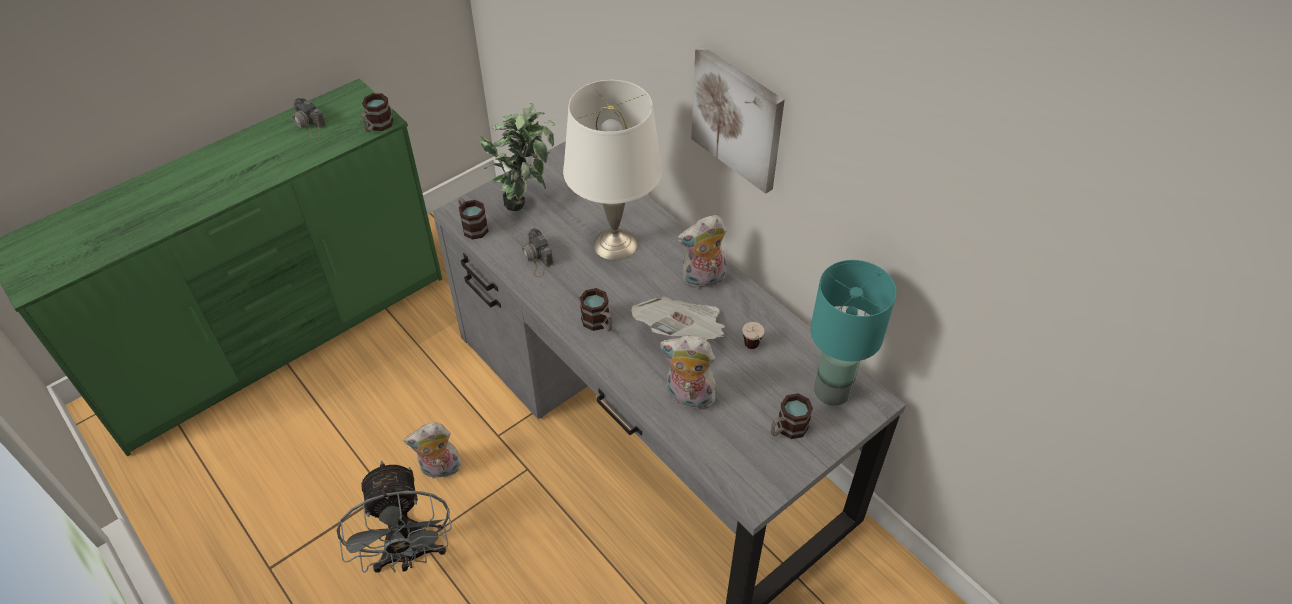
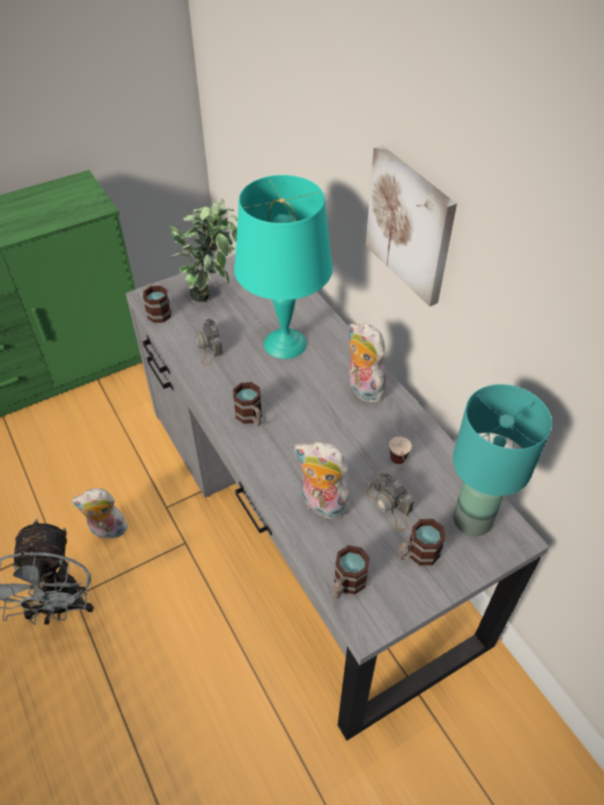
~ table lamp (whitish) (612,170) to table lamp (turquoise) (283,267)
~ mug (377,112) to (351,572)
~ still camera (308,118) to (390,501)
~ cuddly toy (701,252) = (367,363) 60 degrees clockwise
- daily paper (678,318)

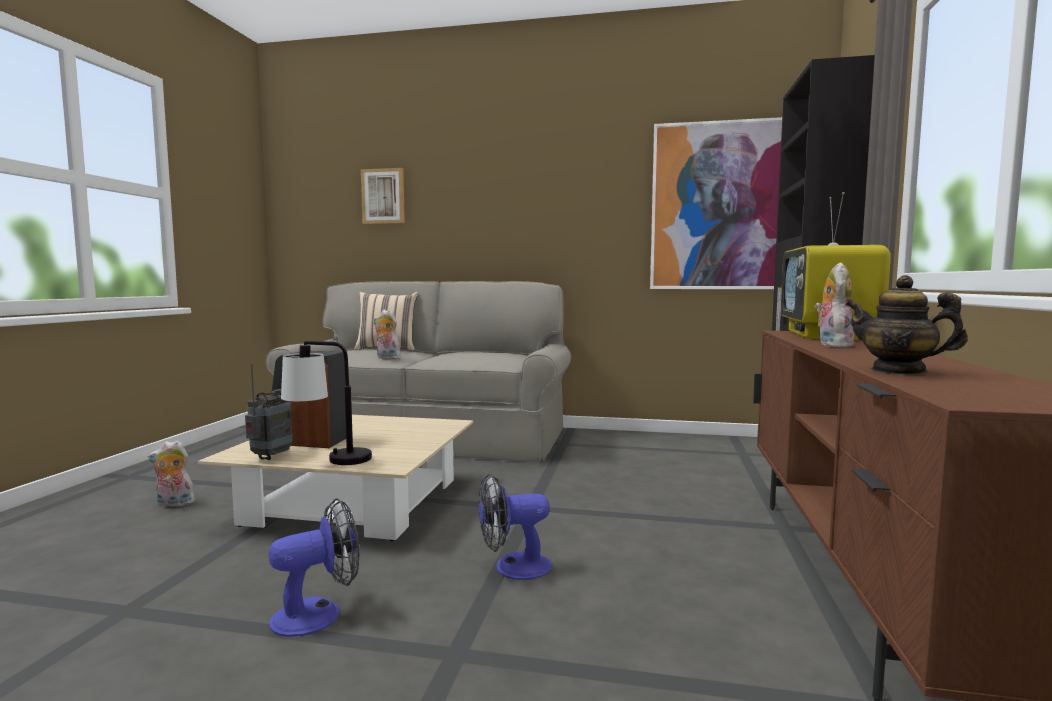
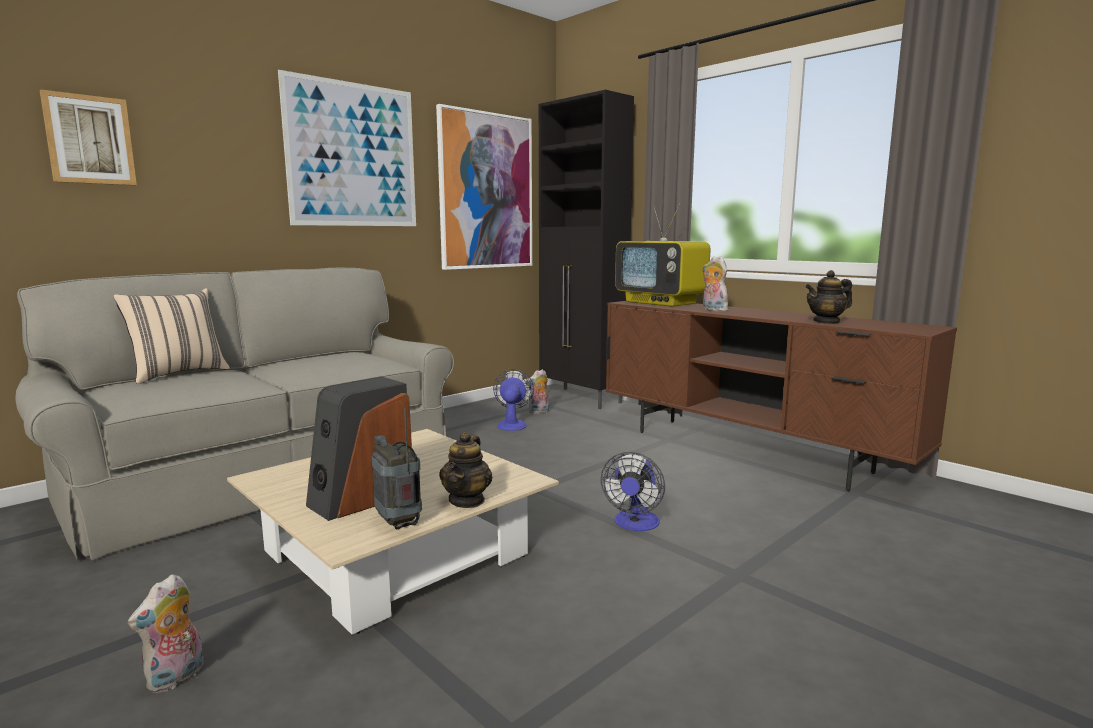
~ cuddly toy (387,334) to (537,391)
~ table lamp (326,403) to pot for tea (466,470)
~ fan (314,567) to (513,400)
+ wall picture (347,148)

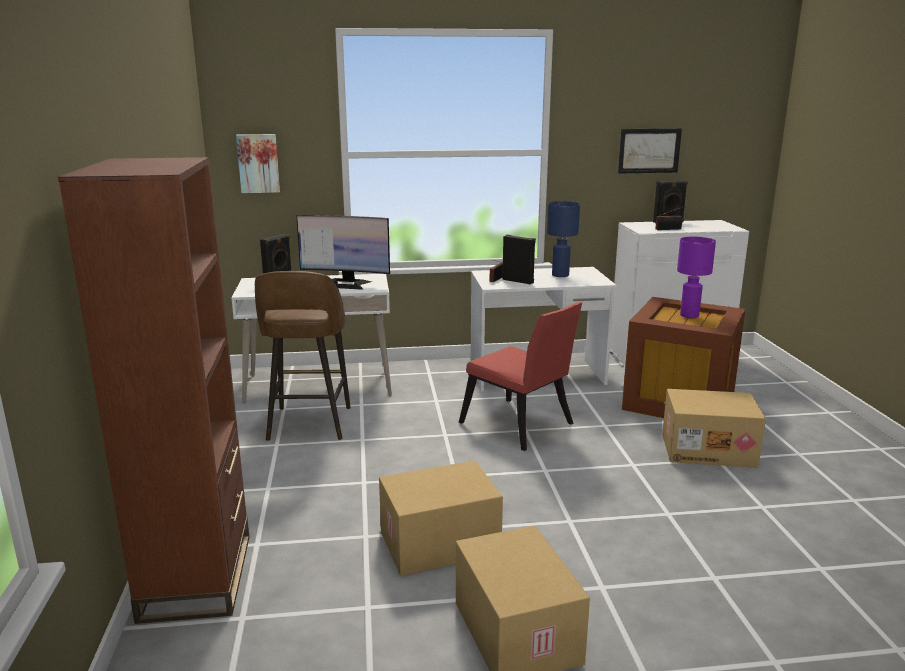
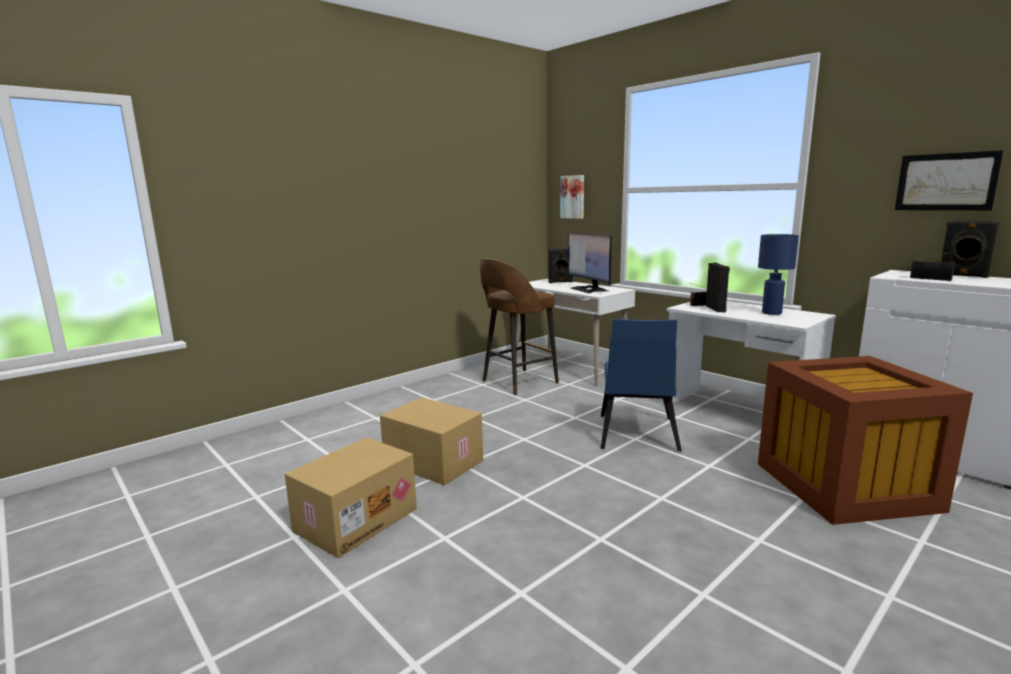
- bookcase (brownish) (153,390)
- table lamp (purple-coloured) (696,277)
~ plain chair (red) (520,376) to plain chair (blue) (641,385)
- packing box (714,428)

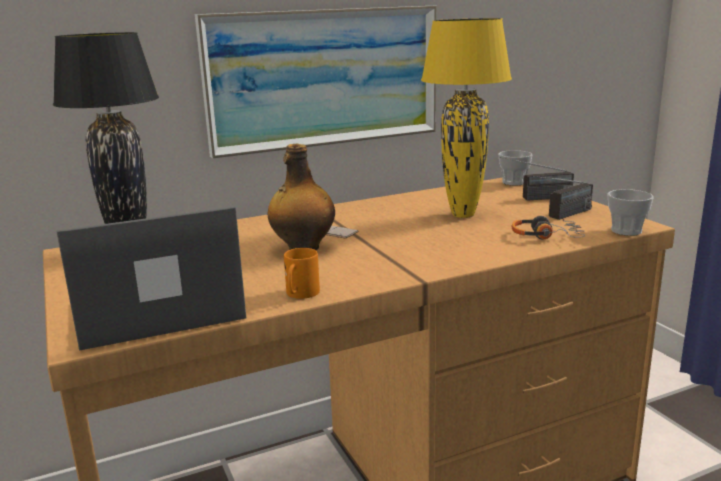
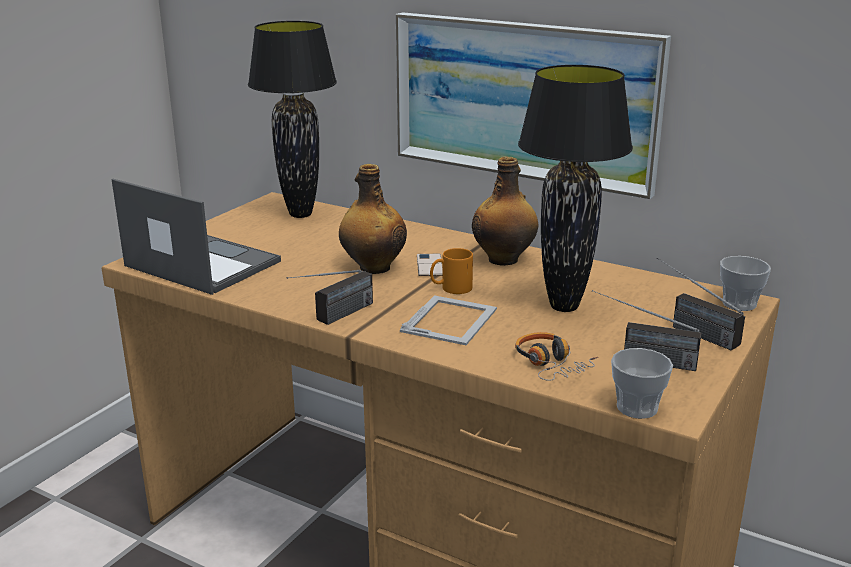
~ table lamp (yellowish) (466,118) to table lamp (black-coloured) (575,188)
~ mug (orangey) (302,273) to (451,271)
+ drink bottle (505,211)
+ radio set (330,297)
+ standing frame (448,320)

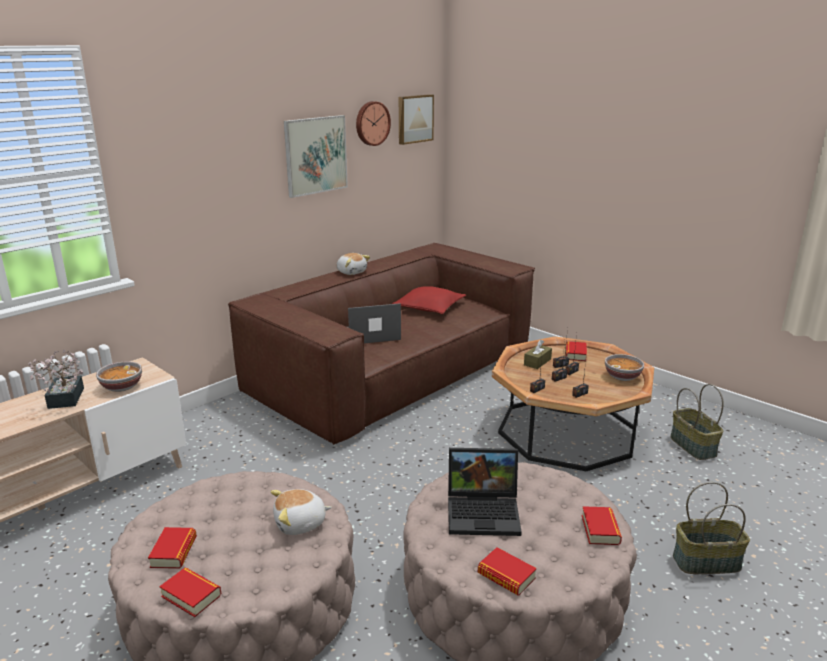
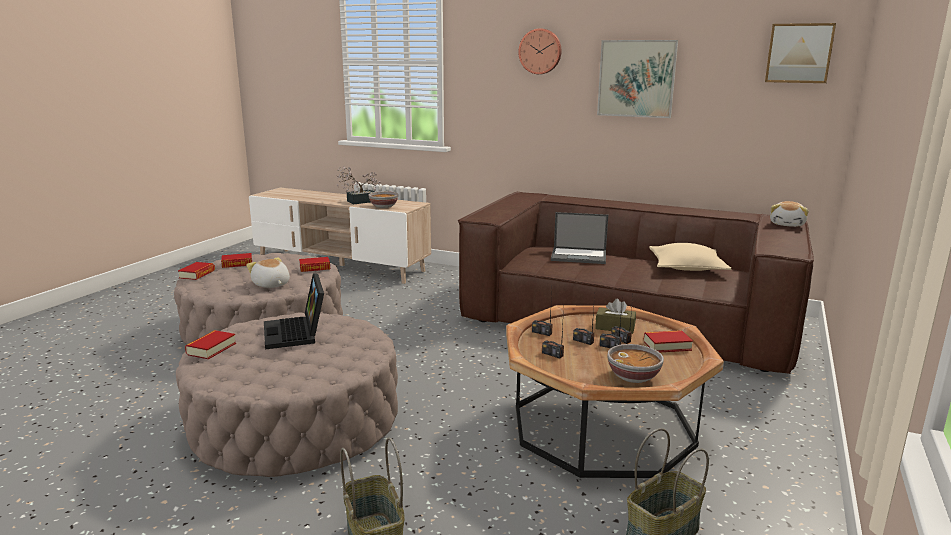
~ clock on the wall (373,123) to (540,51)
~ cuddly toy (353,264) to (789,214)
~ cushion (red) (429,300) to cushion (beige-coloured) (690,257)
~ laptop (374,323) = (579,238) 135 degrees clockwise
~ volume (602,525) to (314,264)

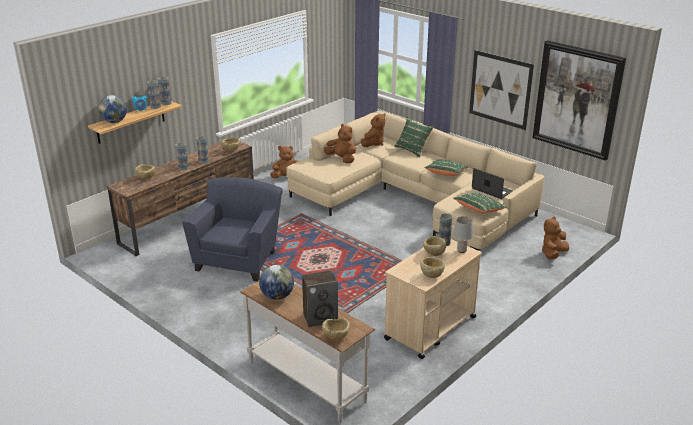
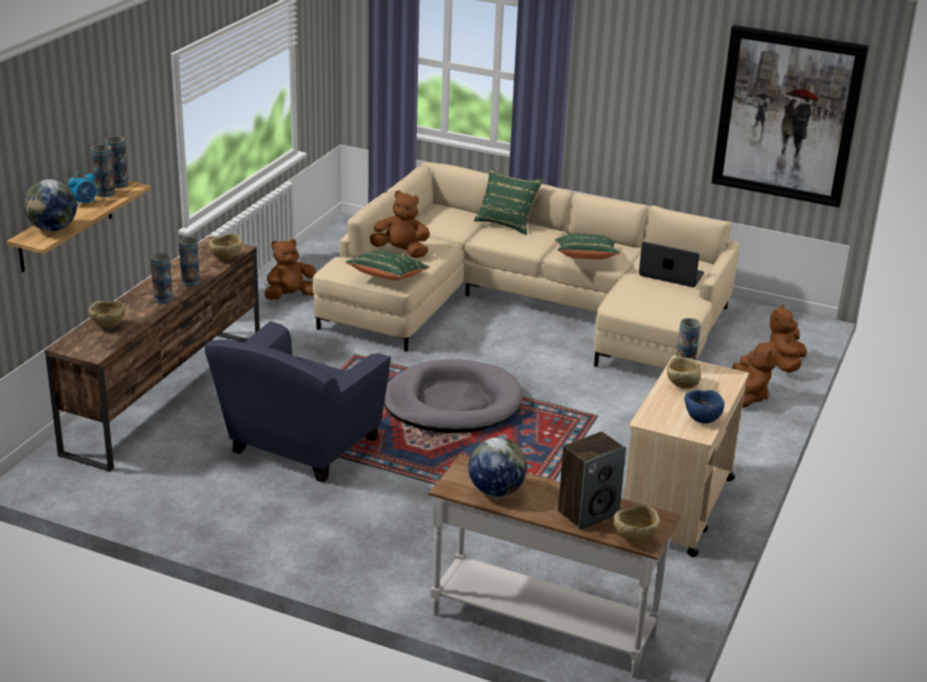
- wall picture (501,90)
~ cuddly toy (brownish) (373,130) to (755,374)
~ armchair (blue) (232,229) = (298,402) 150 degrees counterclockwise
~ cushion (greenish) (480,203) to (388,265)
- table lamp (gray) (463,234)
~ bowl (beige-coloured) (432,267) to bowl (blue) (704,407)
+ dog bed (gray) (453,396)

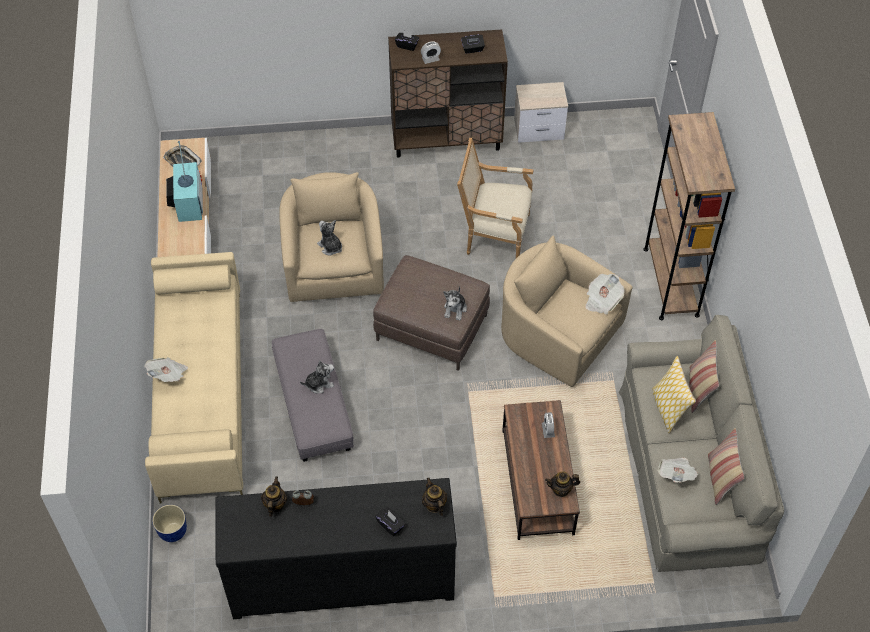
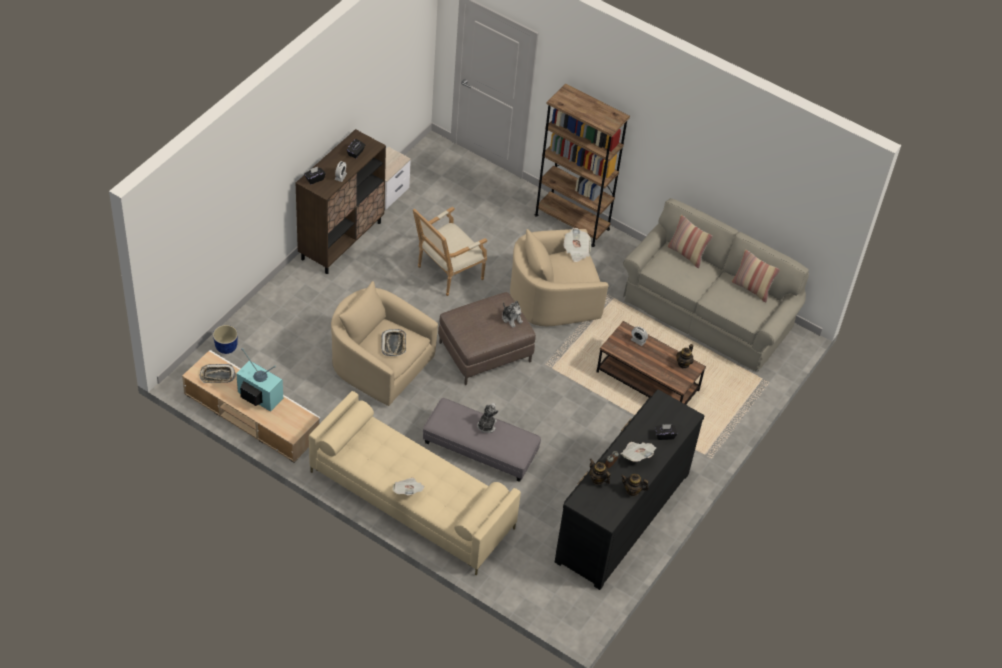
~ cuddly toy (329,238) to tray (393,342)
- cushion (674,395)
~ daily paper (677,470) to (638,452)
~ pot for tea (434,497) to (635,485)
~ planter (169,523) to (225,339)

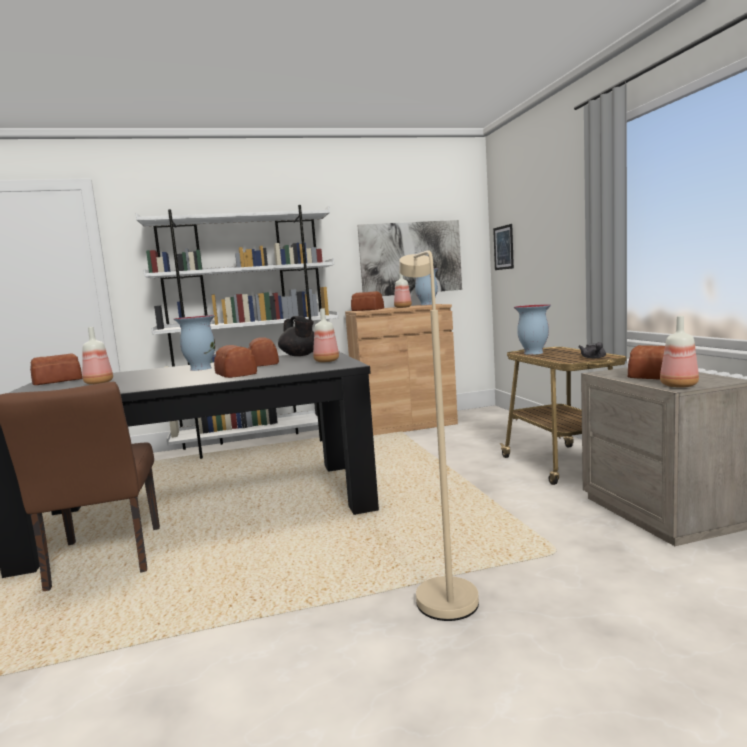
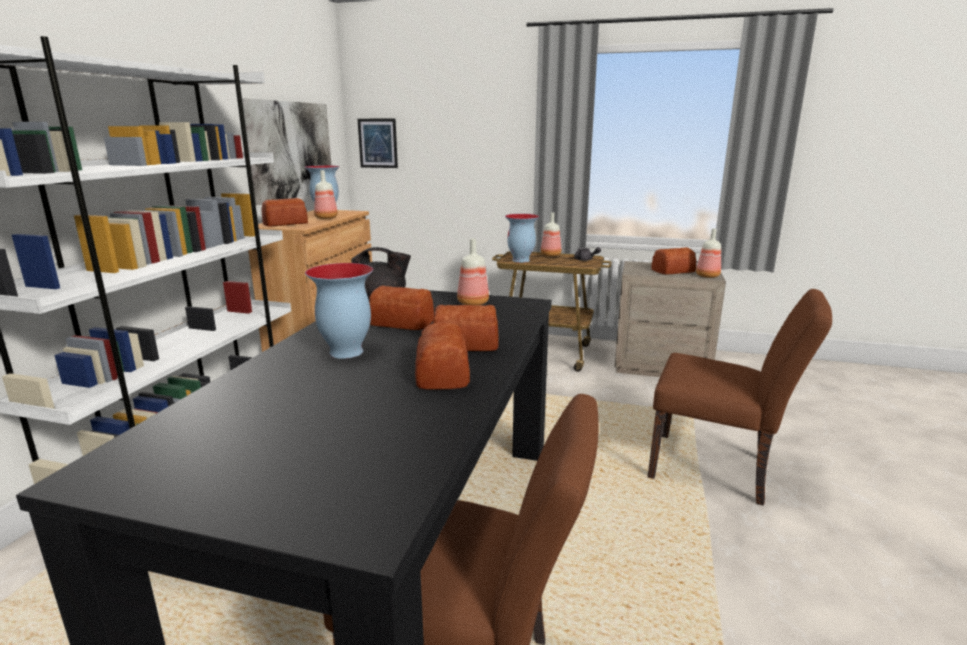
~ floor lamp (beige-coloured) (439,435) to plain chair (brownish) (740,397)
~ drink bottle (97,356) to (551,234)
~ bakery bread (56,369) to (442,355)

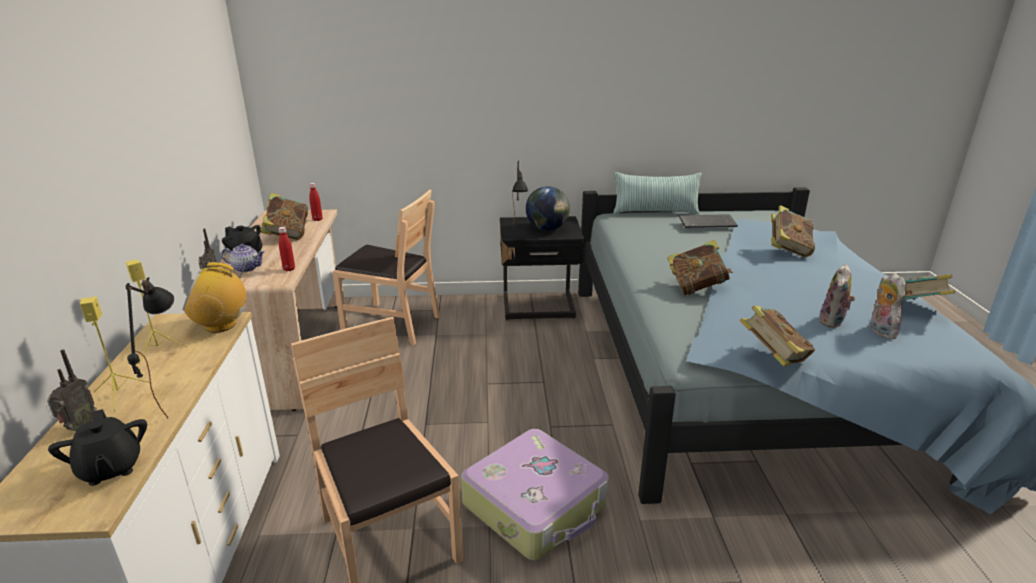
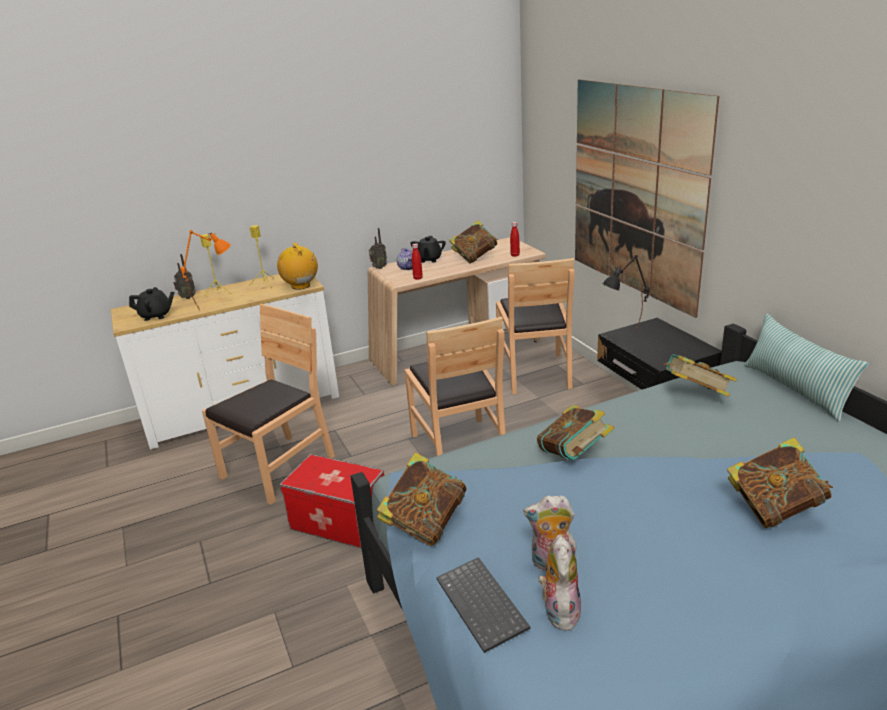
- desk globe (548,208)
~ PC keyboard (708,221) to (483,605)
~ cuddly toy (888,306) = (559,582) 60 degrees counterclockwise
~ volume (929,287) to (699,375)
~ table lamp (black-coloured) (149,347) to table lamp (orangey) (206,270)
~ pot for tea (black-coloured) (97,447) = (152,304) 135 degrees counterclockwise
~ piece of luggage (535,495) to storage container (331,501)
+ wall picture (647,198)
+ plain chair (brownish) (455,386)

